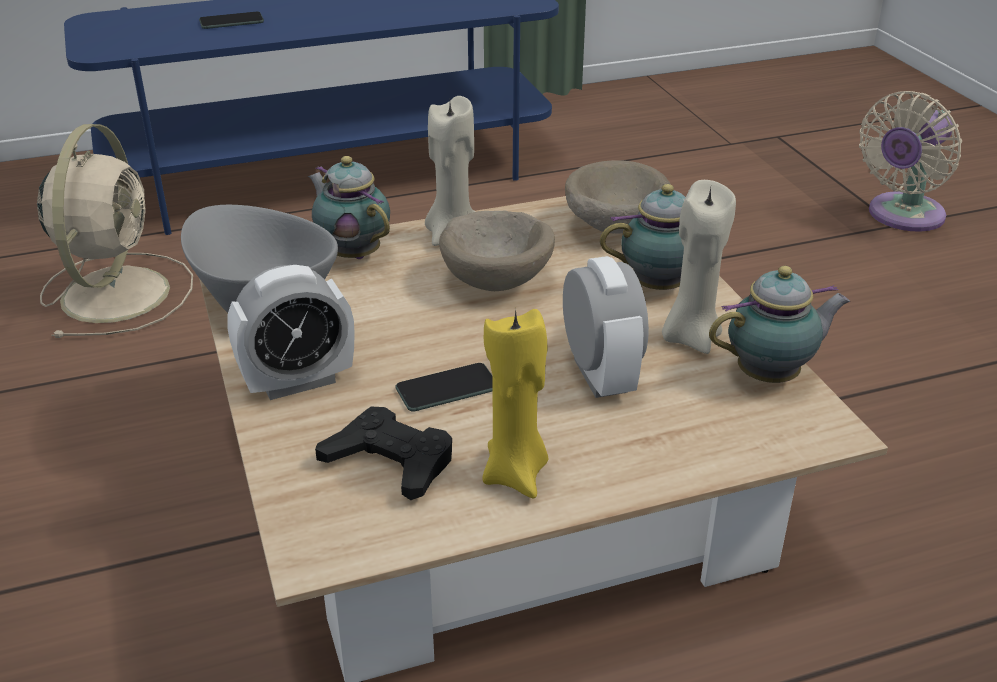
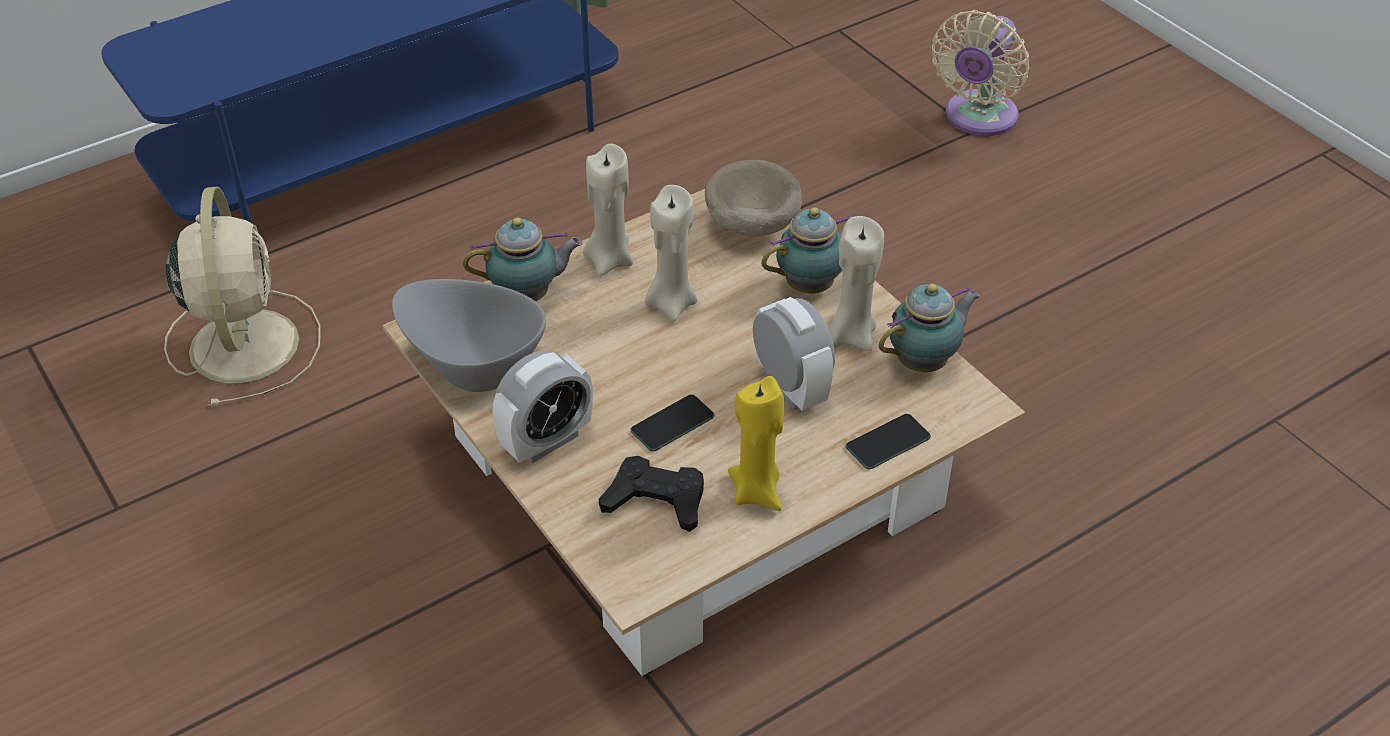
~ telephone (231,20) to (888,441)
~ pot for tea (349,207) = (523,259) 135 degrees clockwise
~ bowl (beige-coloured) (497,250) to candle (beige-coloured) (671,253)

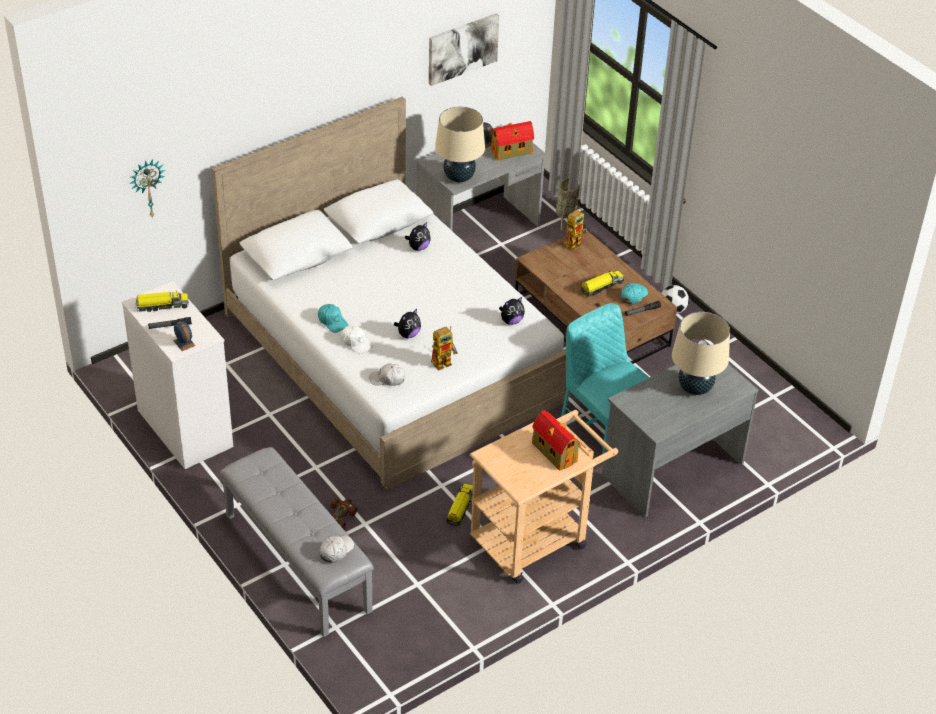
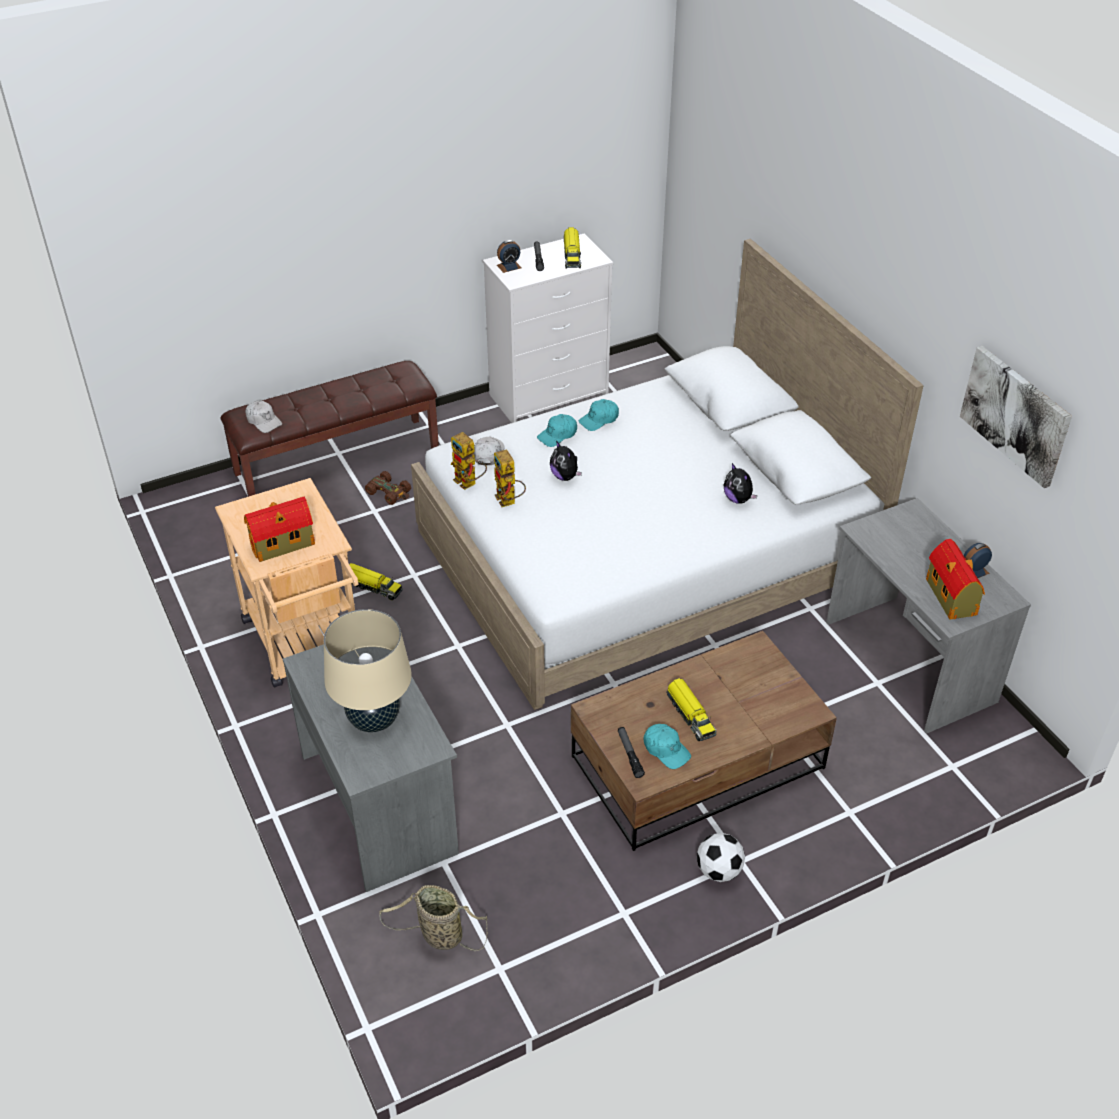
- table lamp (beige-coloured) (460,144)
- clock on the wall (147,188)
~ storage basket (568,205) to (433,918)
~ toy robot (576,229) to (469,461)
- cuddly toy (512,311)
- plain chair (turquoise) (605,383)
~ baseball cap (whitish) (357,339) to baseball cap (turquoise) (557,430)
~ long seat (gray) (297,542) to long seat (brownish) (330,429)

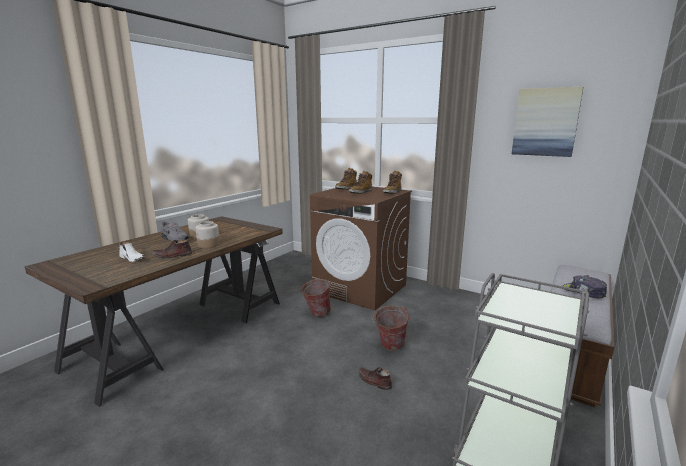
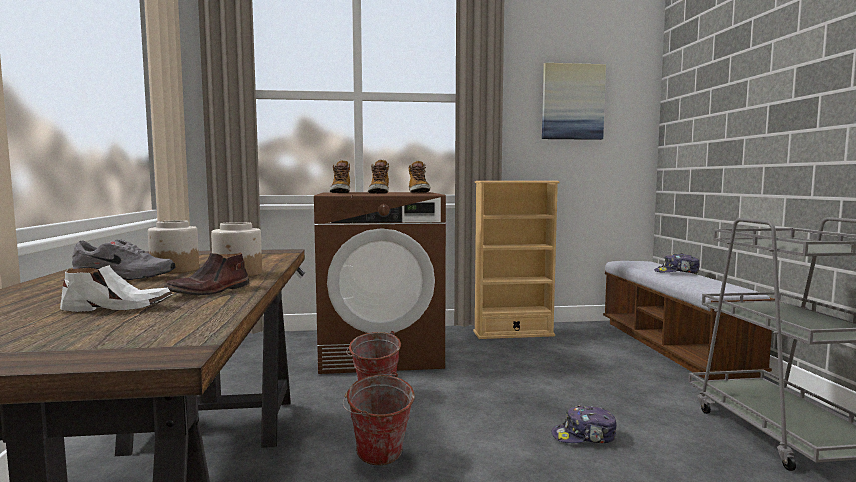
~ water bucket (391,328) to (379,418)
~ item of footwear (brownish) (375,378) to baseball cap (584,424)
+ bookcase (beige-coloured) (516,260)

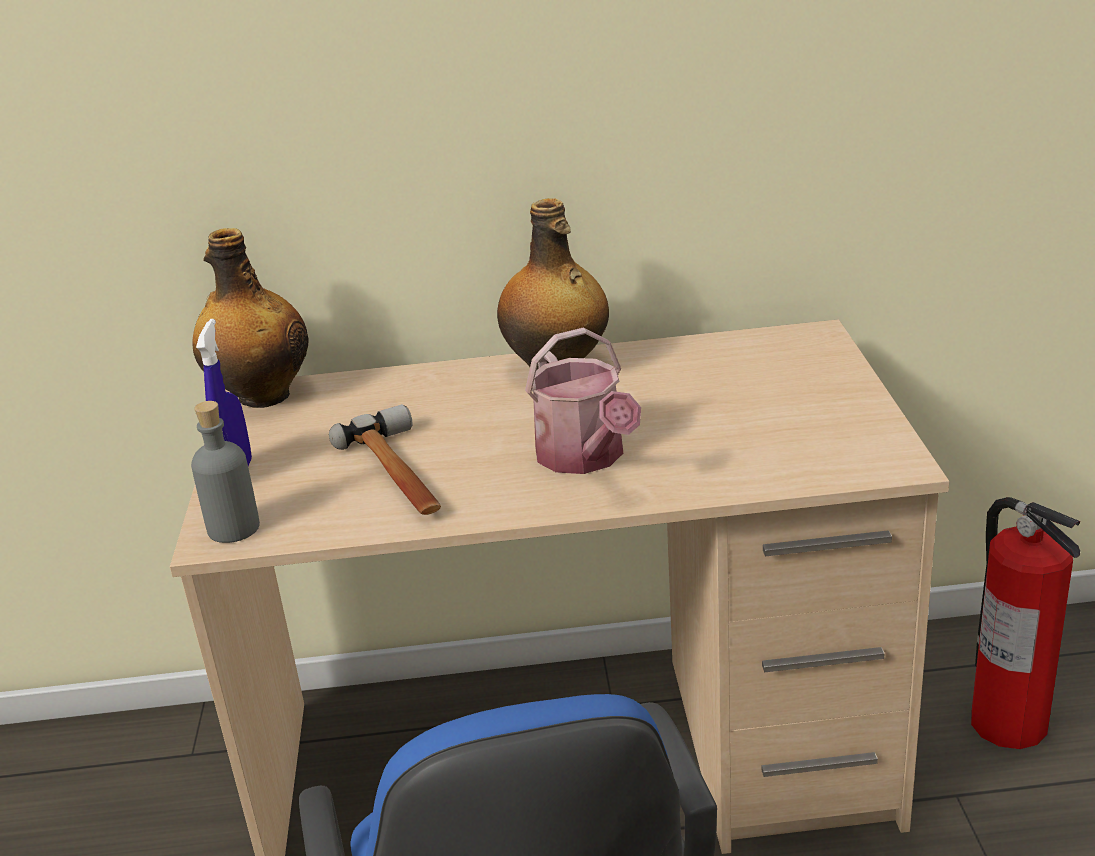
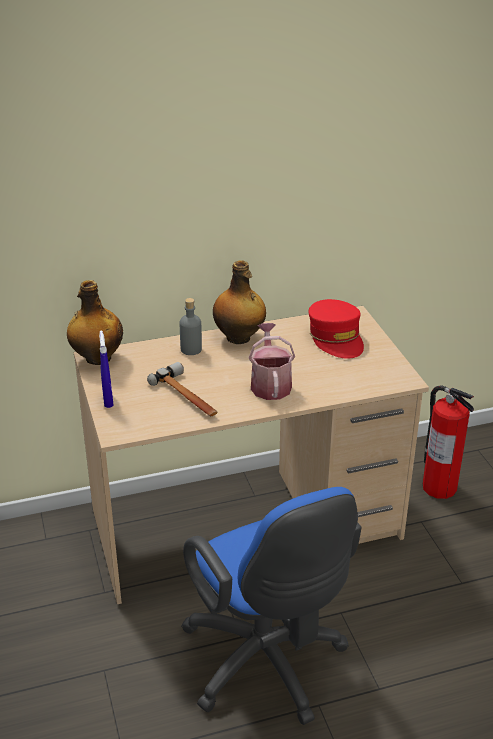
~ sprinkling can (583,401) = (271,361) 150 degrees counterclockwise
~ drink bottle (gray) (225,472) to (191,326)
+ baseball cap (red) (336,329)

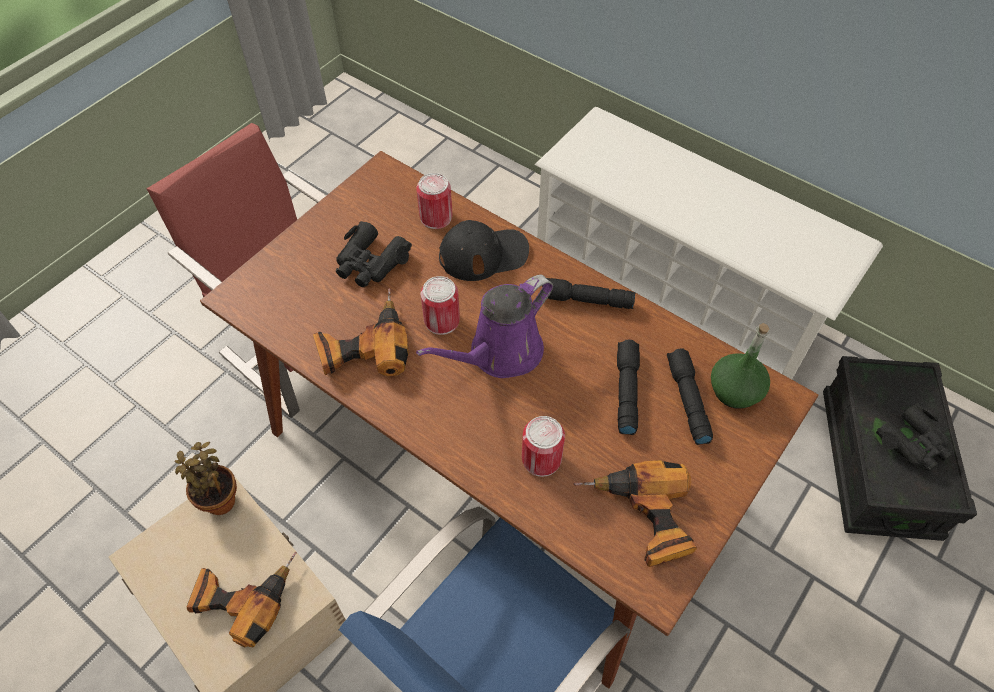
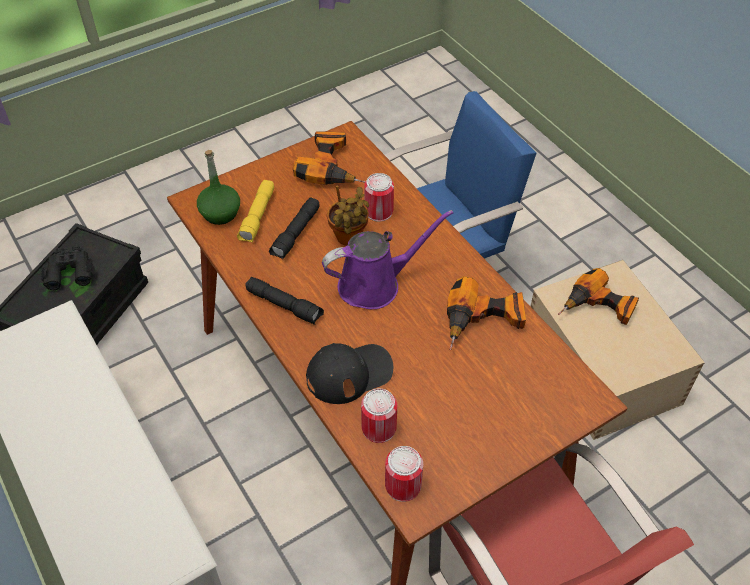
~ baseball cap (black-coloured) (484,250) = (349,373) 150 degrees clockwise
- binoculars (black-coloured) (374,254)
~ metal can (440,305) to (404,474)
~ flashlight (black-coloured) (690,396) to flashlight (yellowish) (255,211)
~ plant in a pot (206,478) to (348,216)

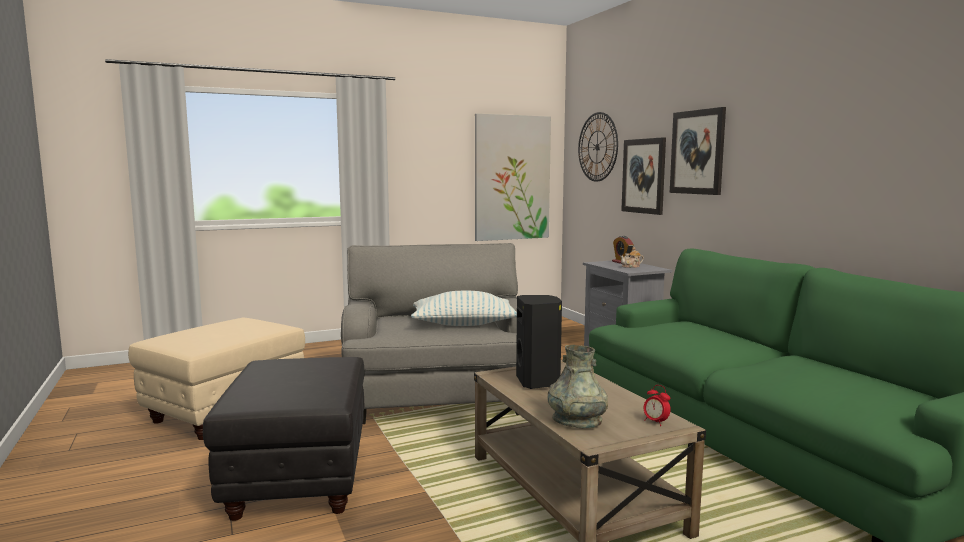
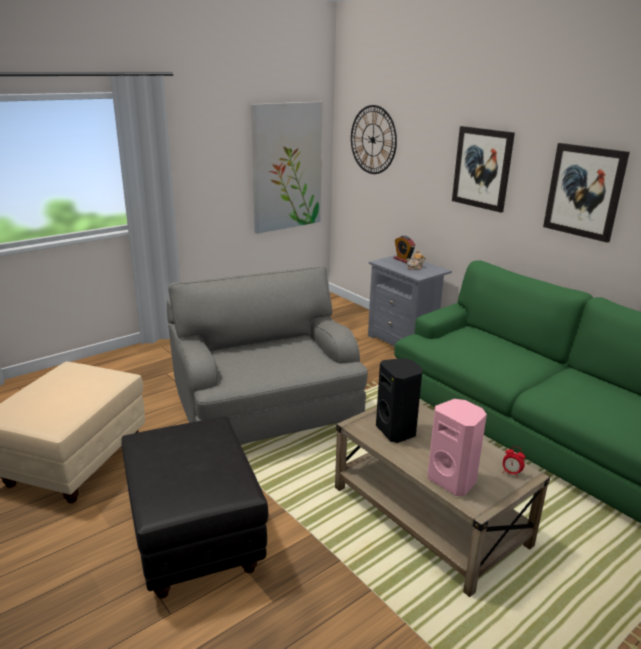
~ wall picture (643,176) to (586,193)
- cushion (464,308)
~ decorative vase (gray) (577,386) to audio speaker (pink-coloured) (457,447)

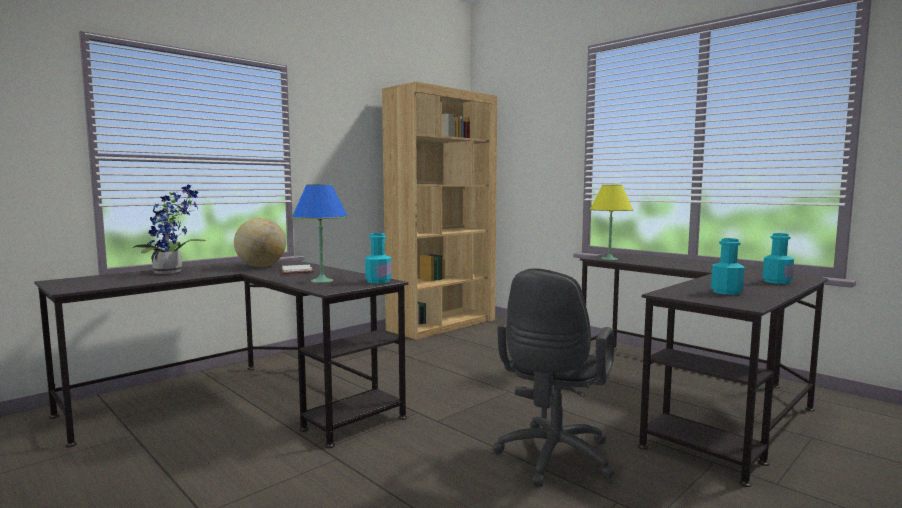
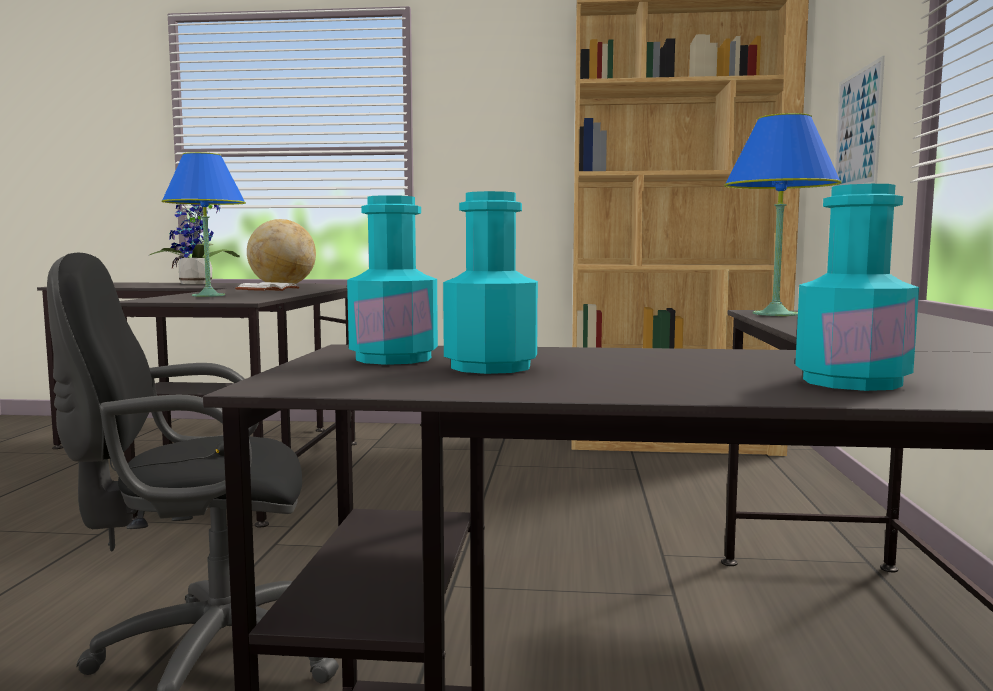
~ table lamp (yellowish) (611,222) to table lamp (blue) (783,214)
~ drink bottle (turquoise) (378,258) to (392,280)
+ wall picture (859,121)

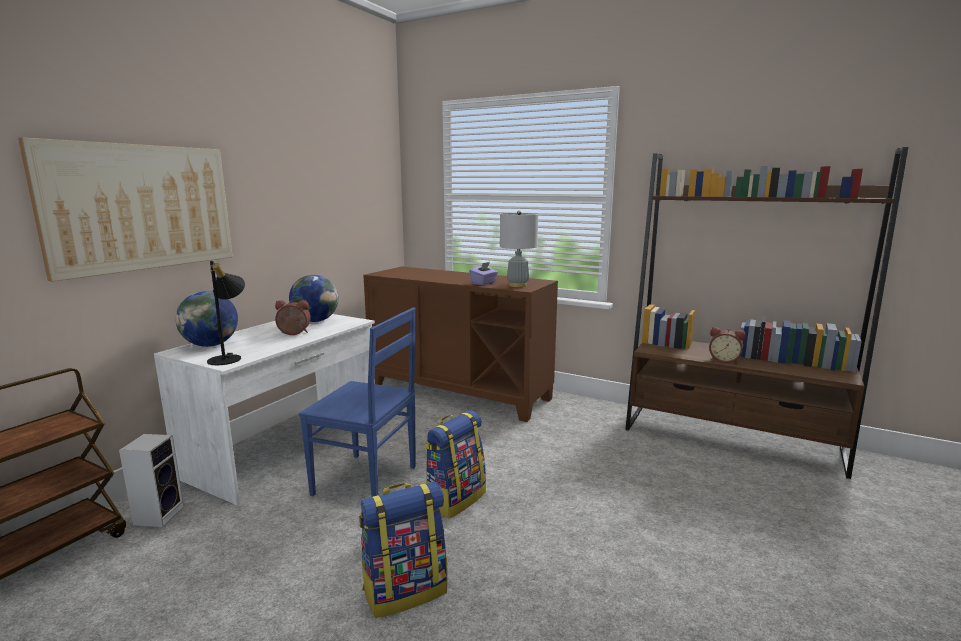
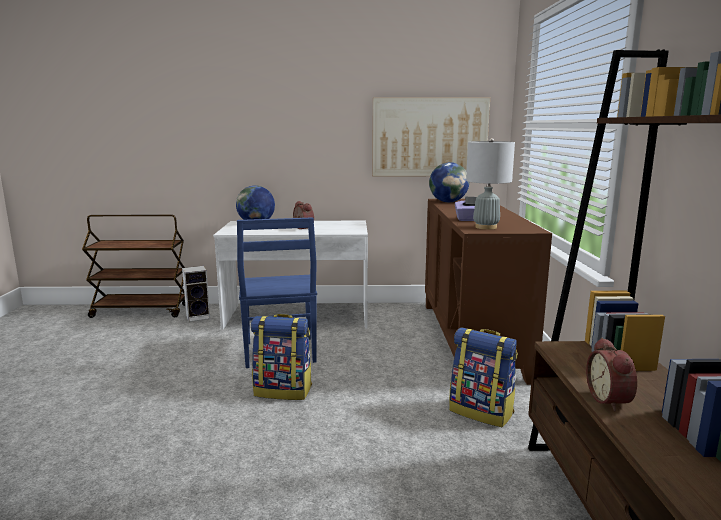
~ wall picture (125,209) to (431,136)
- table lamp (black-coloured) (226,313)
~ desk globe (313,298) to (449,182)
~ knapsack (403,550) to (483,377)

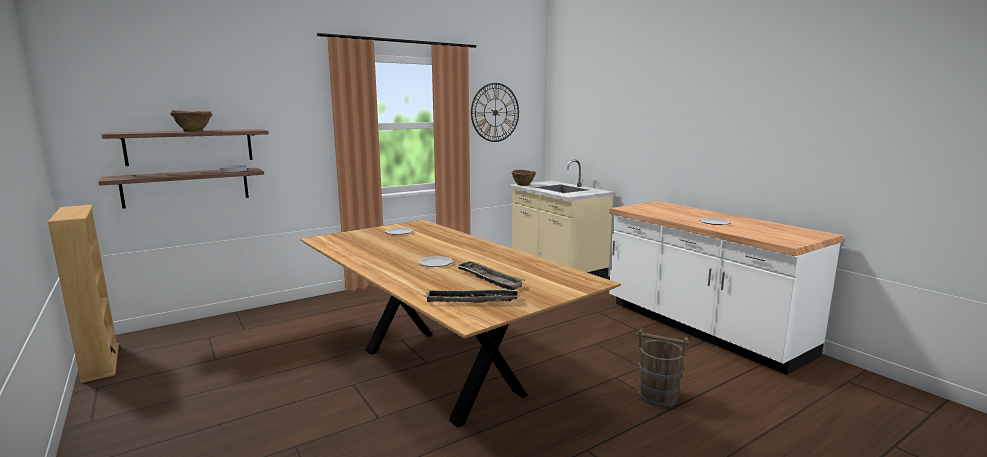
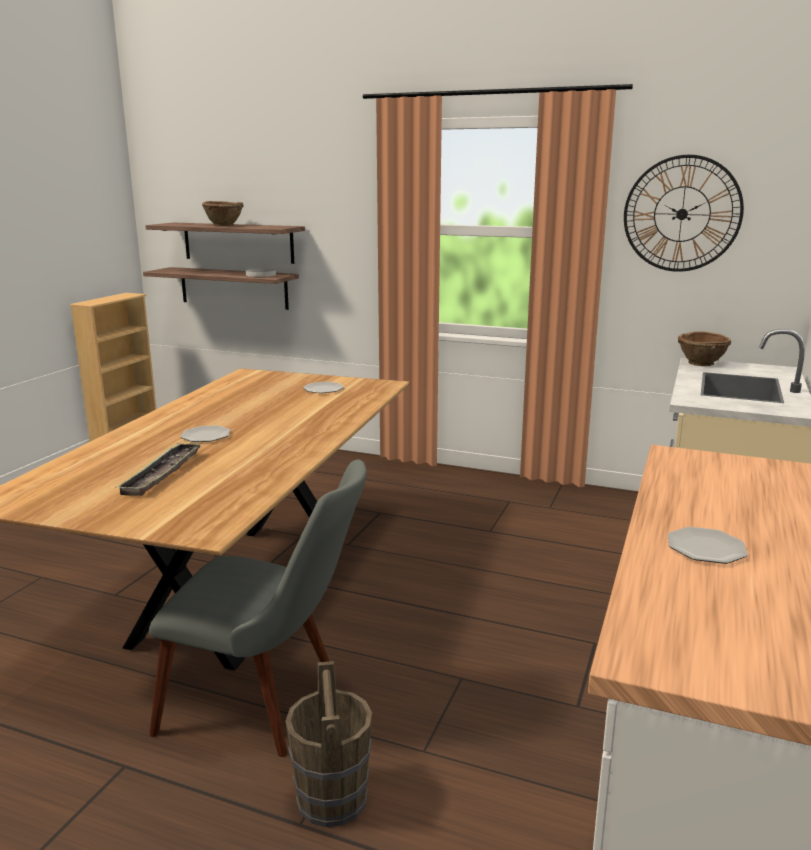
- tray (471,296)
+ plain chair (gray) (258,608)

